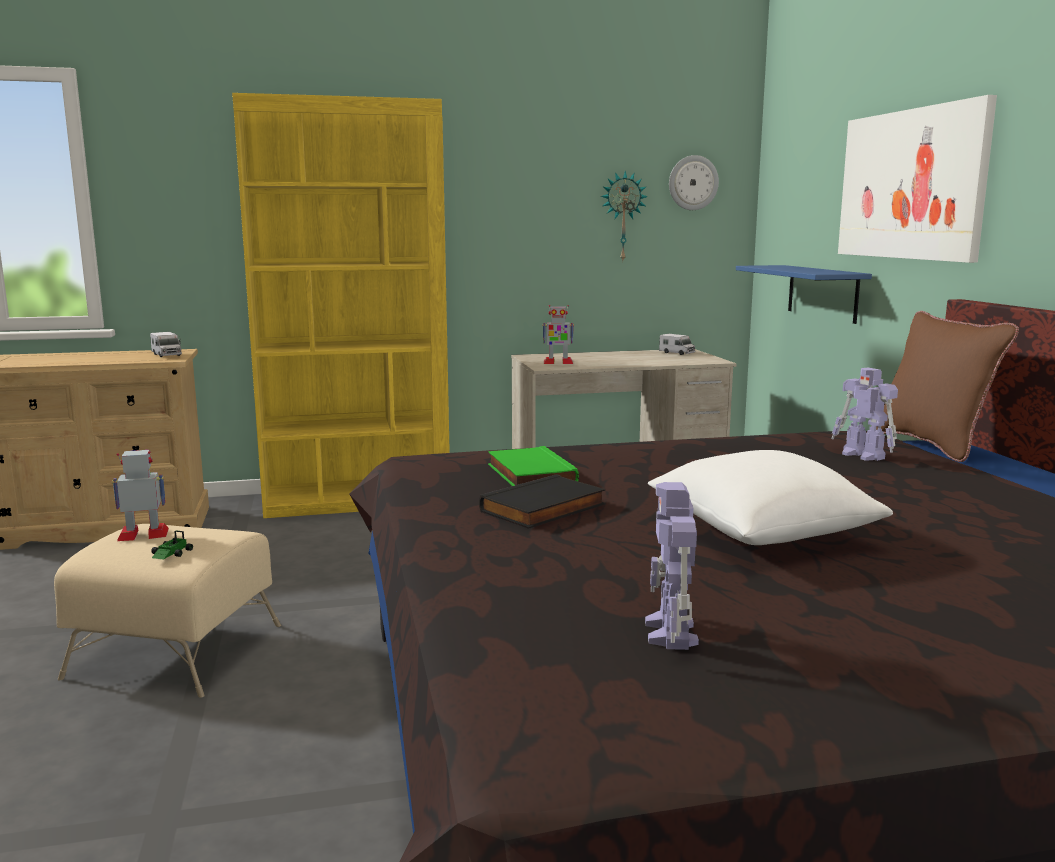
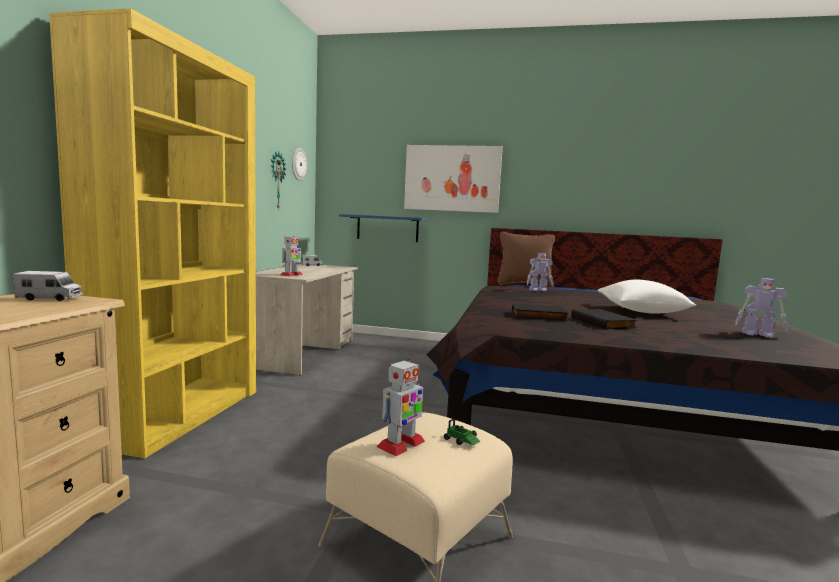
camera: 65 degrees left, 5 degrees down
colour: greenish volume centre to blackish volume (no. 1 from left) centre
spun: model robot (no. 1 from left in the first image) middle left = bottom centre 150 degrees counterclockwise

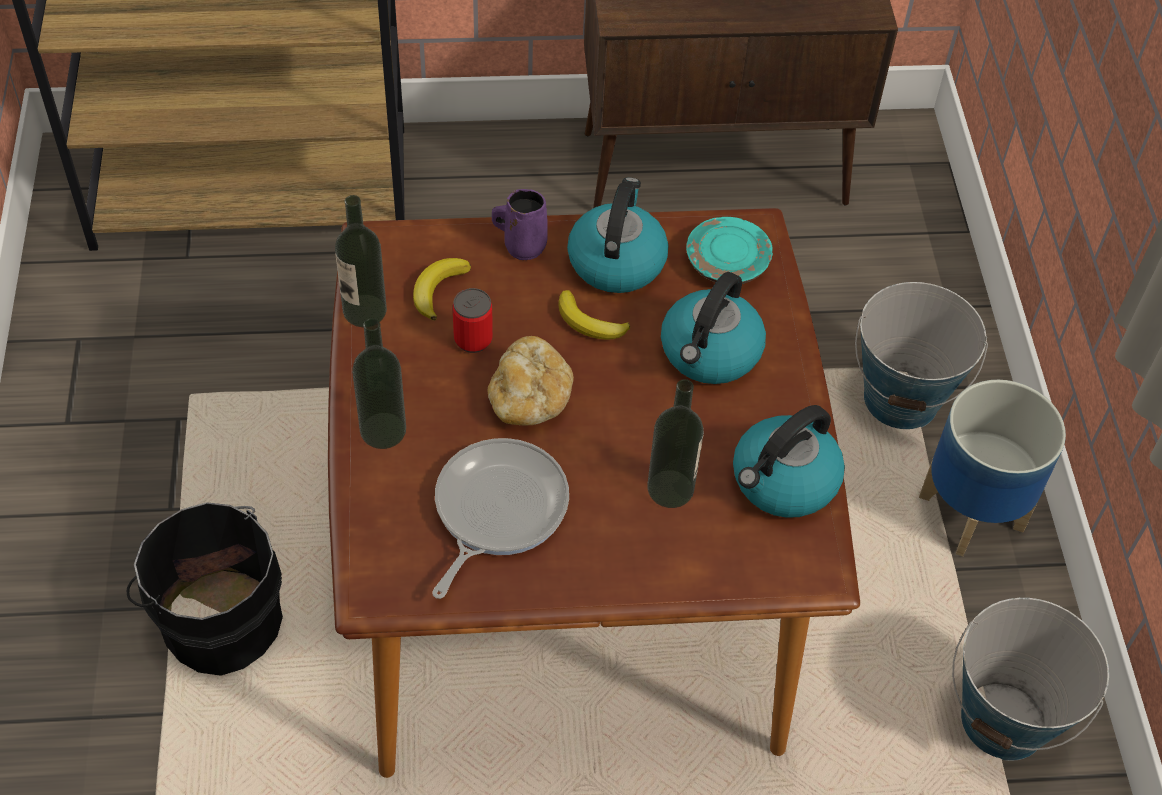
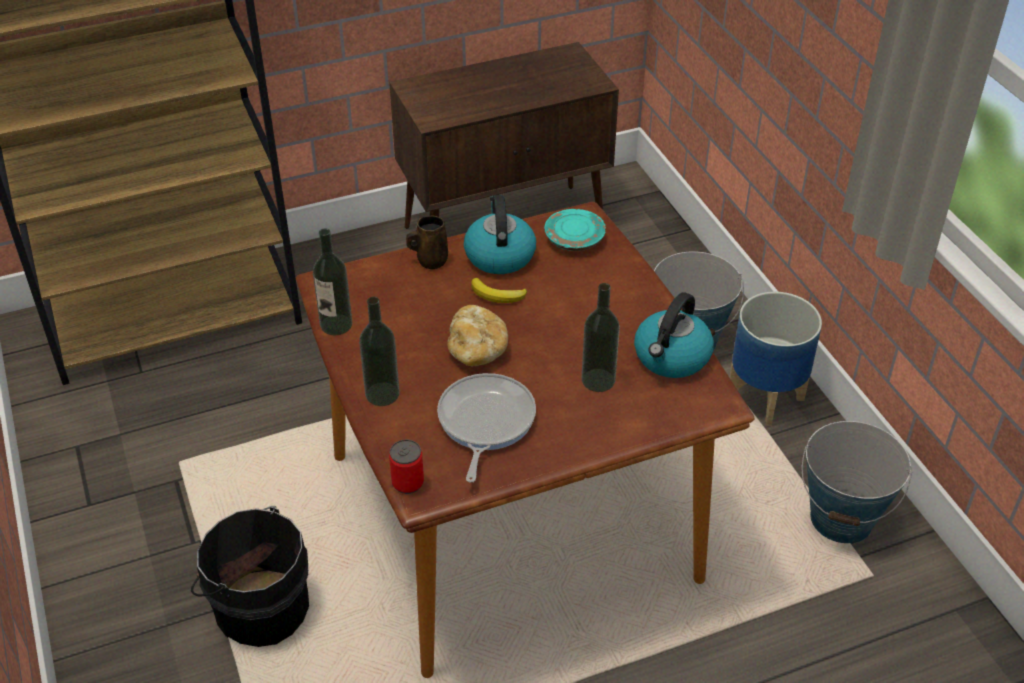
camera: 15 degrees left, 10 degrees down
missing: whole banana (no. 1 from left) centre; tea kettle (no. 2 from left) centre
relocated: sealed can centre to bottom centre
colour: purple-coloured coffee mug top centre to brownish coffee mug centre

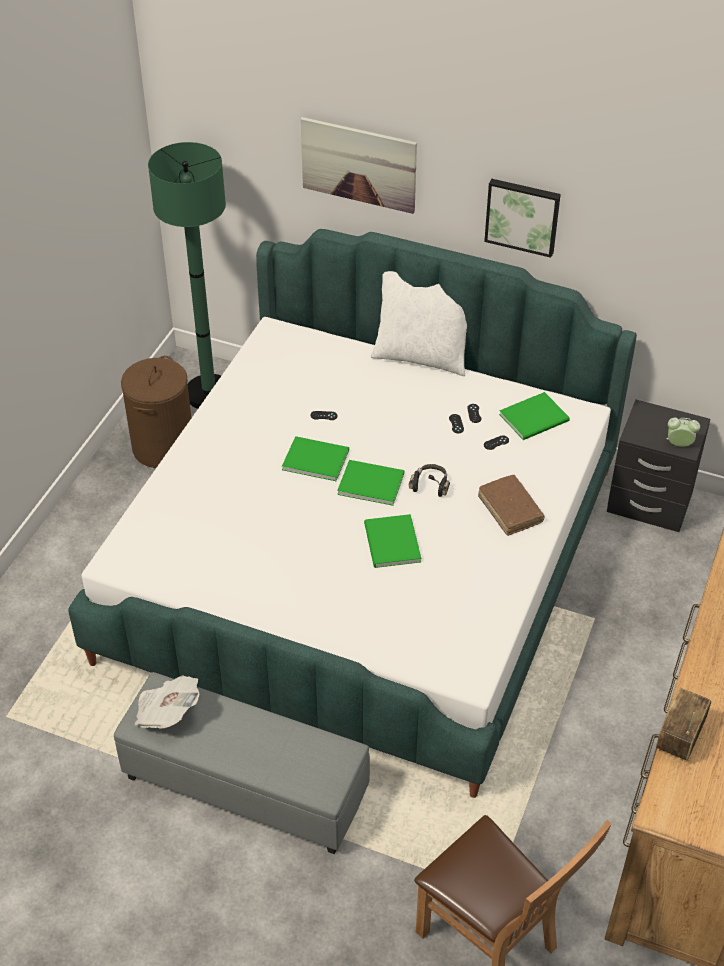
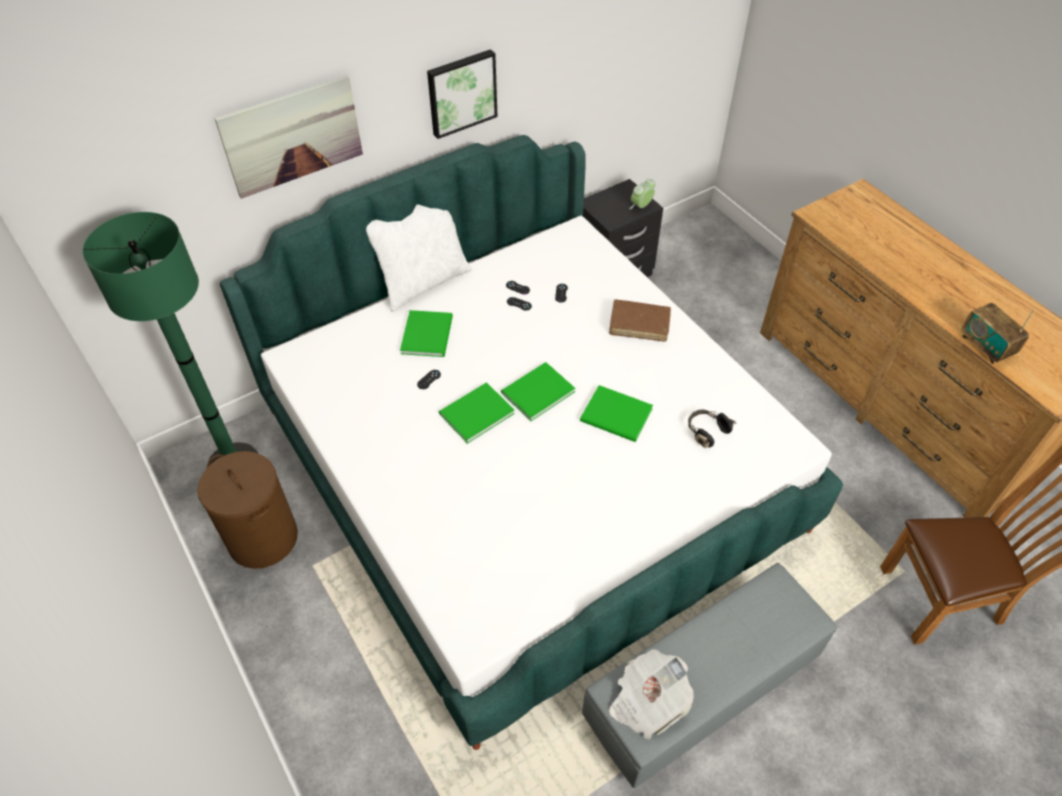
camera: 55 degrees left, 5 degrees up
relocated: greenish volume (no. 4 from left in the first image) middle right to greenish volume (no. 1 from left) centre; blackish headphones centre to middle right

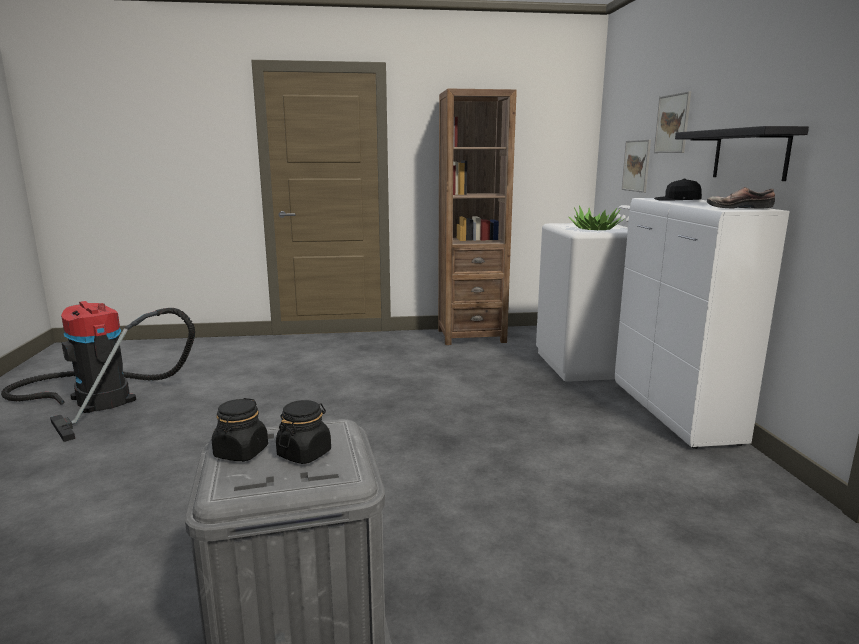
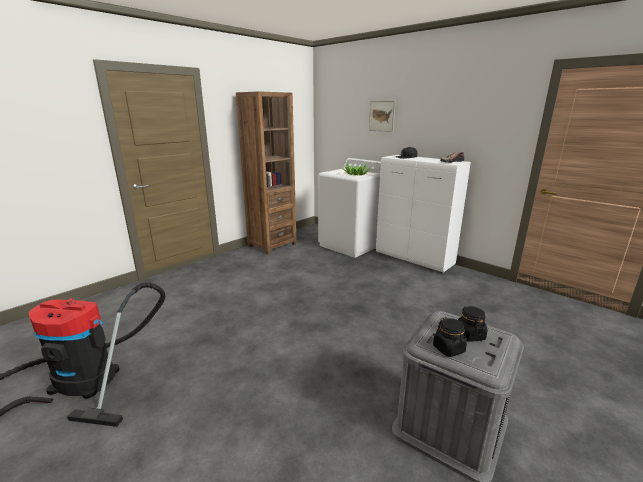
camera: 40 degrees left, 5 degrees up
missing: wall picture (no. 1 from left) top right; blackish shelf top right

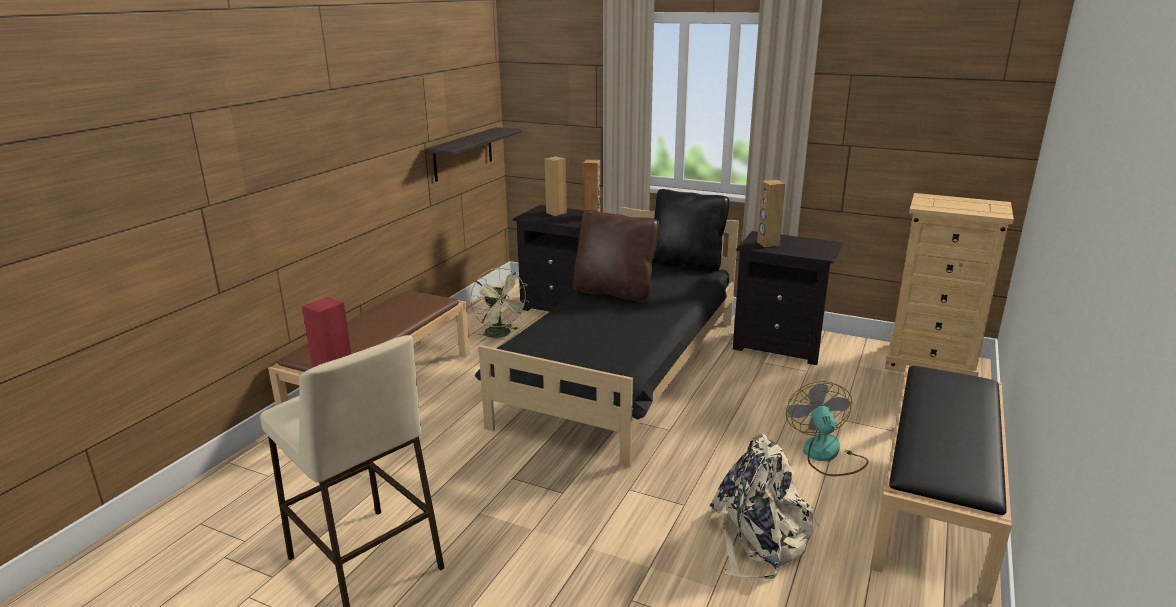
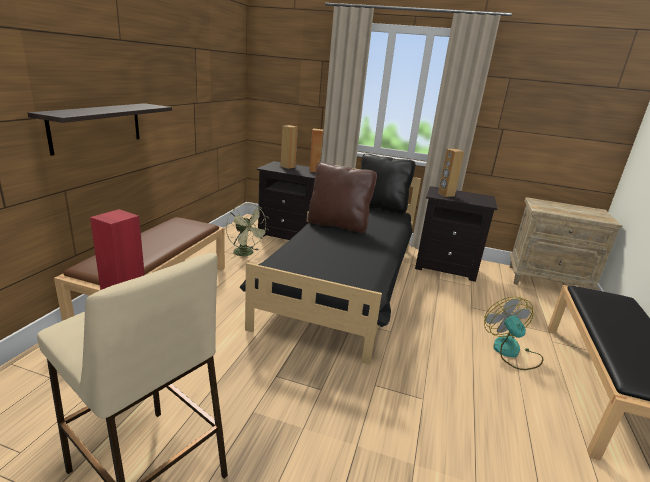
camera: 10 degrees left, 0 degrees up
missing: beige rucksack bottom centre
relocated: shelf top centre to top left
exchanged: beige dresser middle right to beige night table middle right

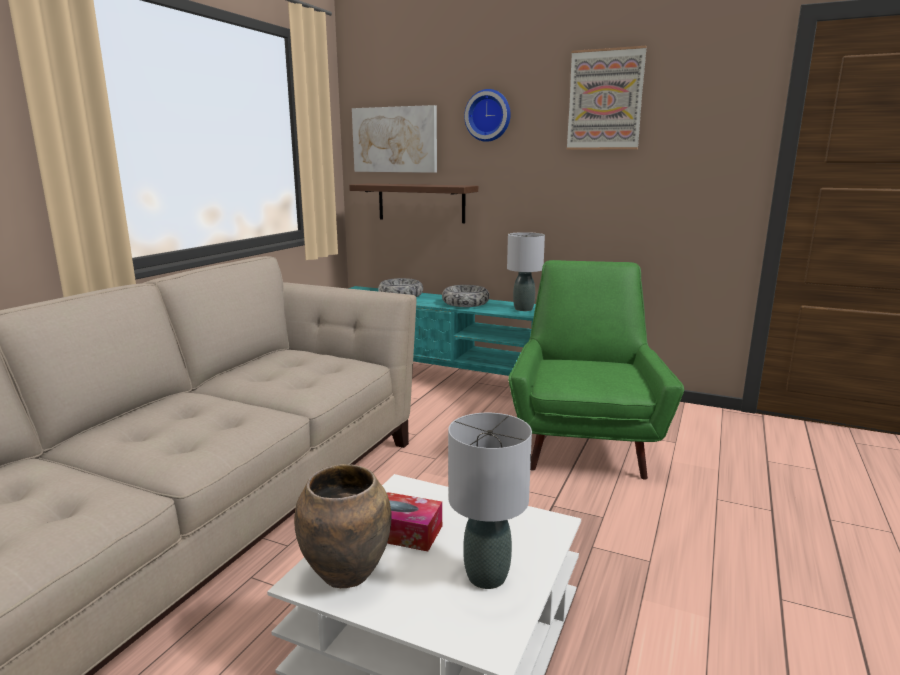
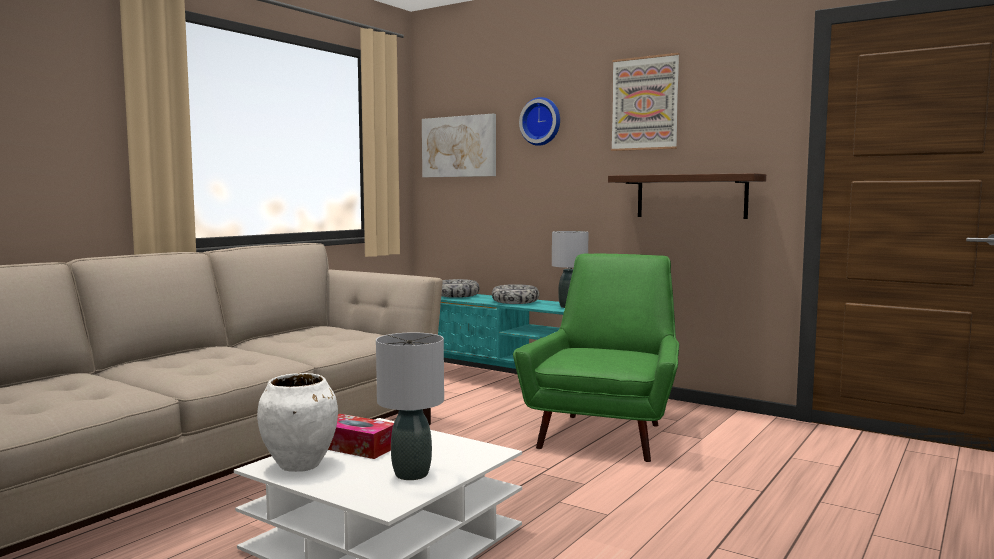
camera: 10 degrees right, 10 degrees down
relocated: shelf top centre to middle right
colour: brownish vase bottom centre to whitish vase bottom left

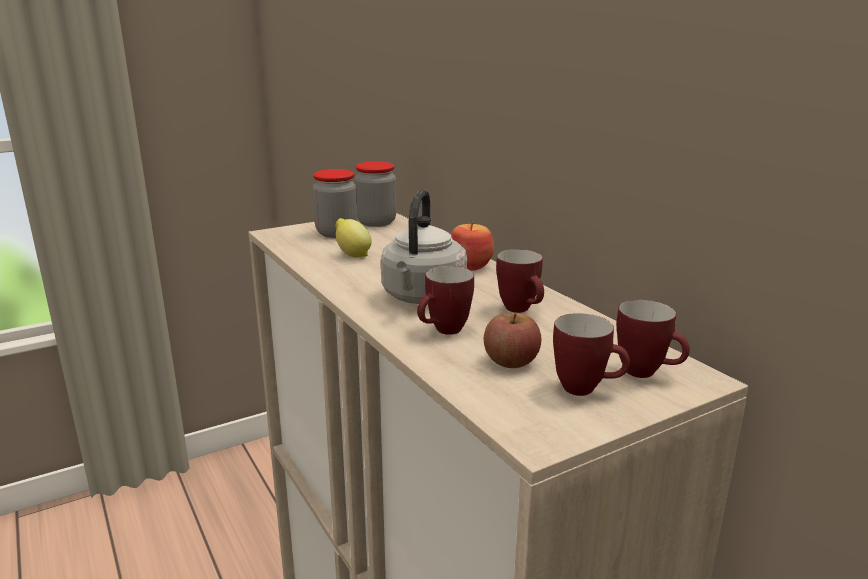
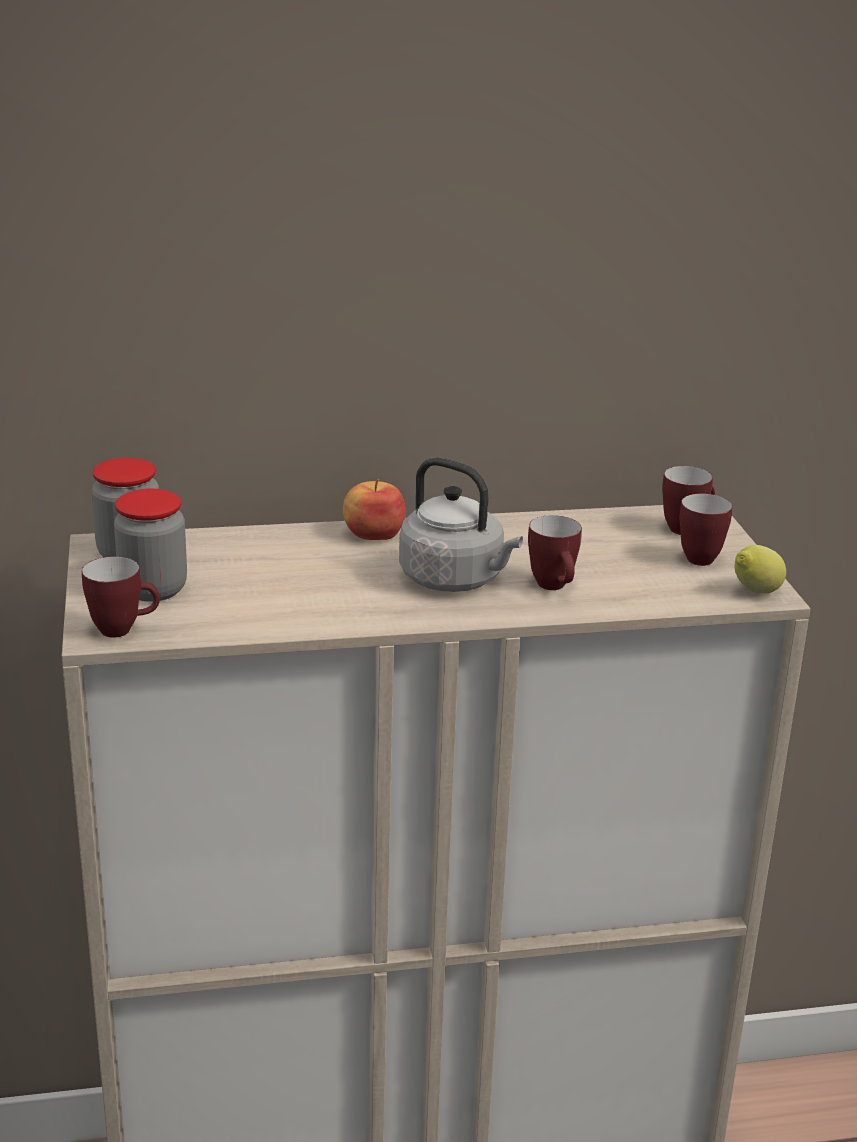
camera: 70 degrees left, 5 degrees up
missing: apple (no. 2 from left) centre
relocated: coffee mug (no. 2 from left in the first image) centre to coffee mug (no. 1 from left) middle left; whole lemon centre to middle right

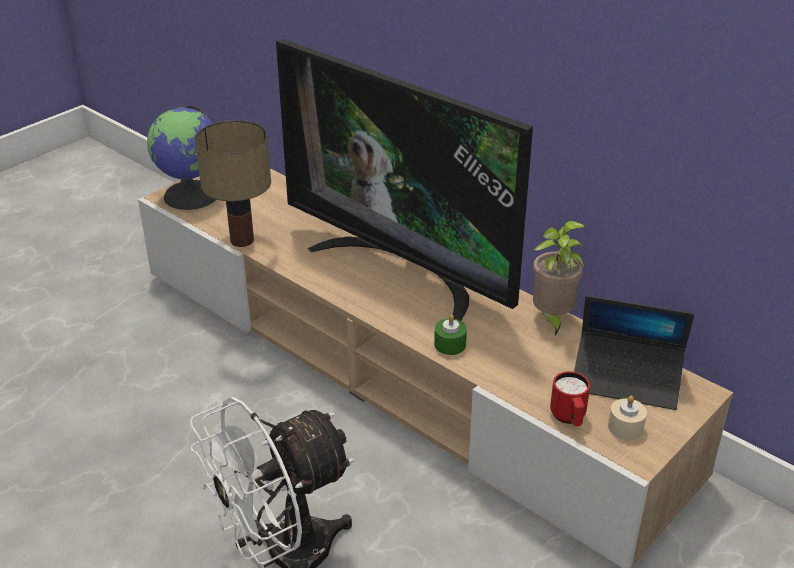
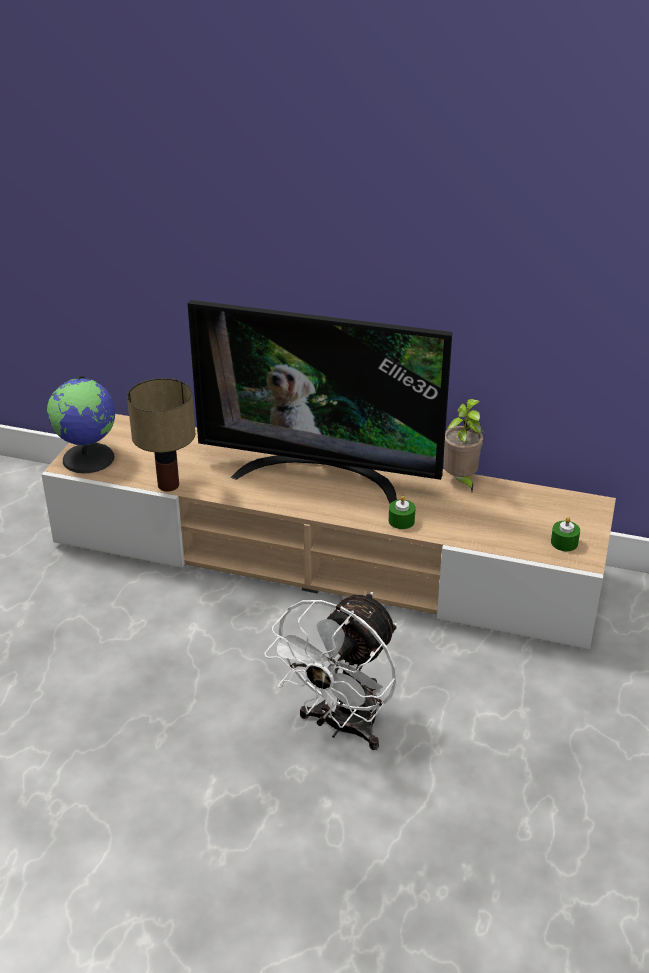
camera: 25 degrees left, 0 degrees up
missing: red-coloured coffee mug bottom right; notebook computer middle right
colour: beige wax light bottom right to greenish wax light (no. 2 from left) middle right

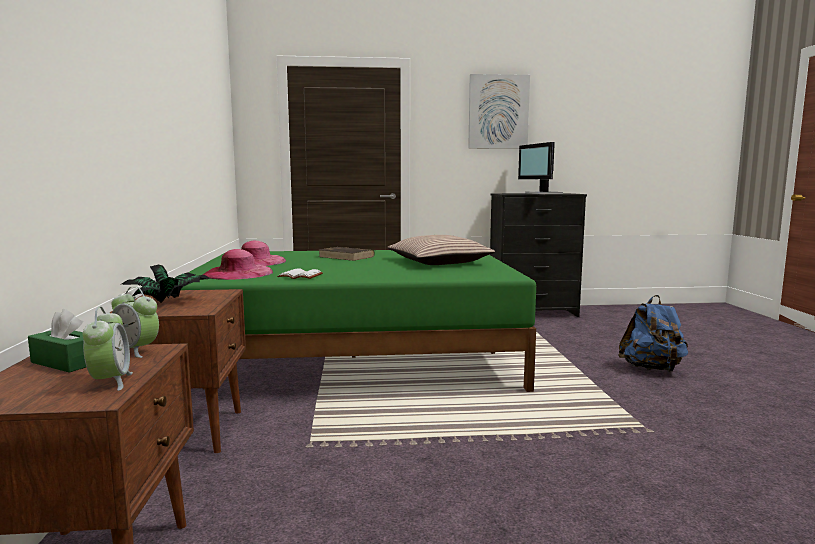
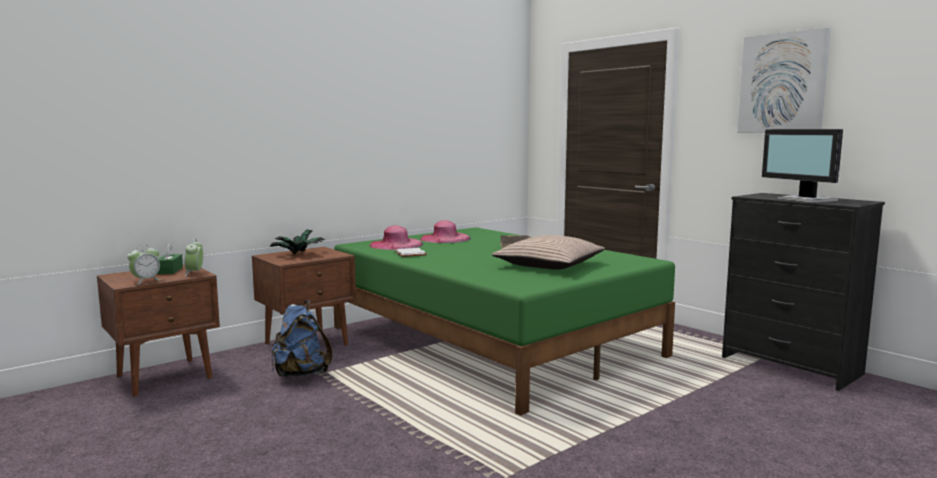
camera: 55 degrees right, 0 degrees up
relocated: blue rucksack middle right to bottom left
spun: computer display top centre = middle right 60 degrees counterclockwise

